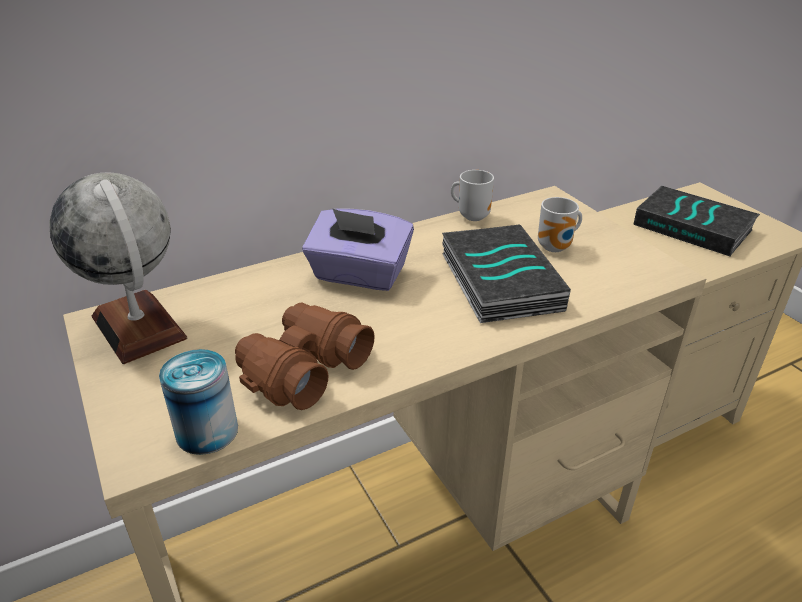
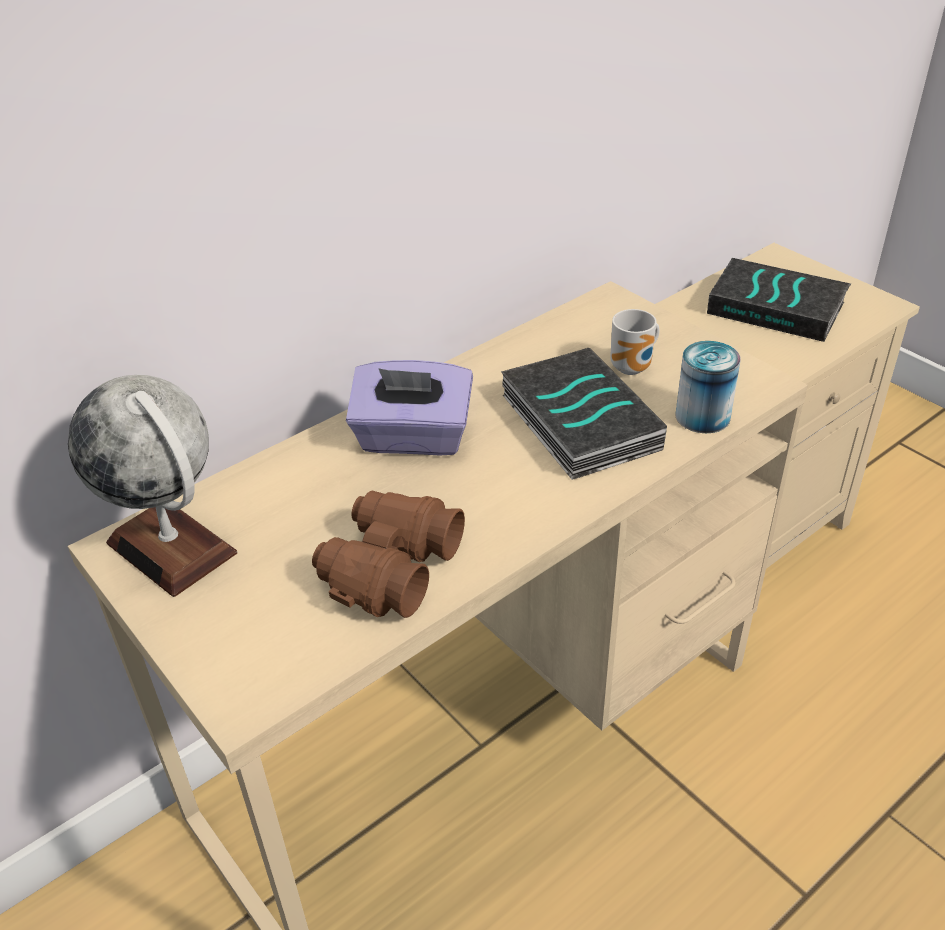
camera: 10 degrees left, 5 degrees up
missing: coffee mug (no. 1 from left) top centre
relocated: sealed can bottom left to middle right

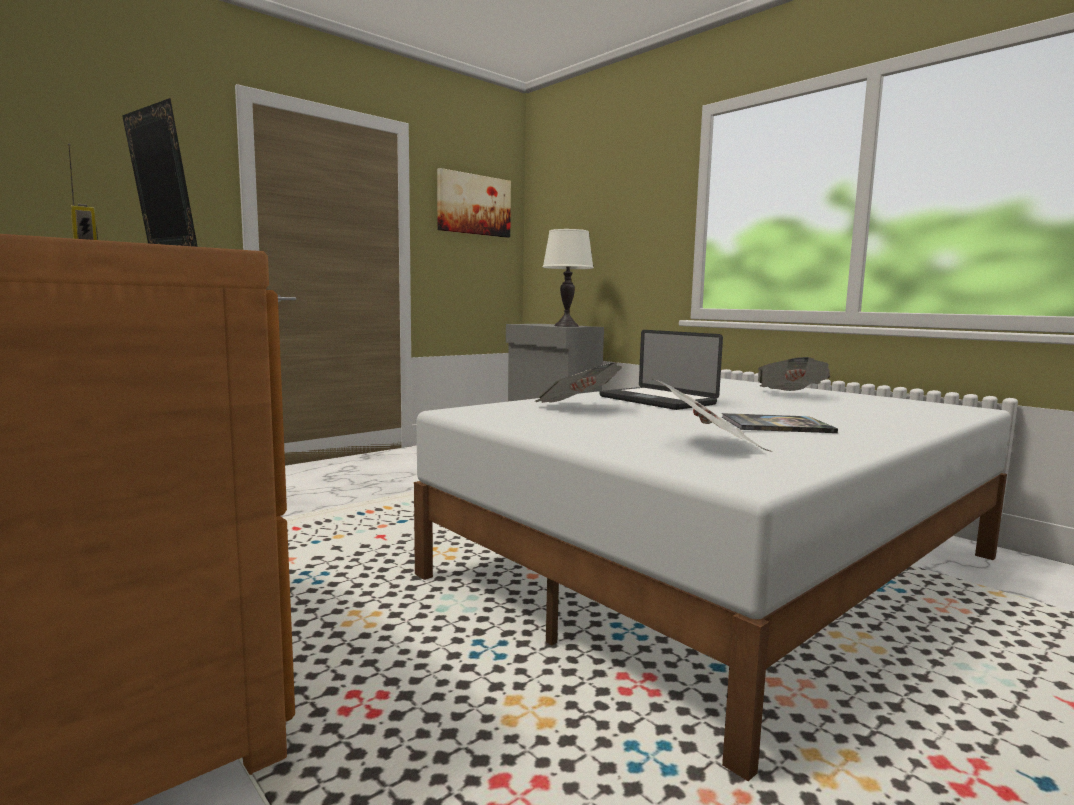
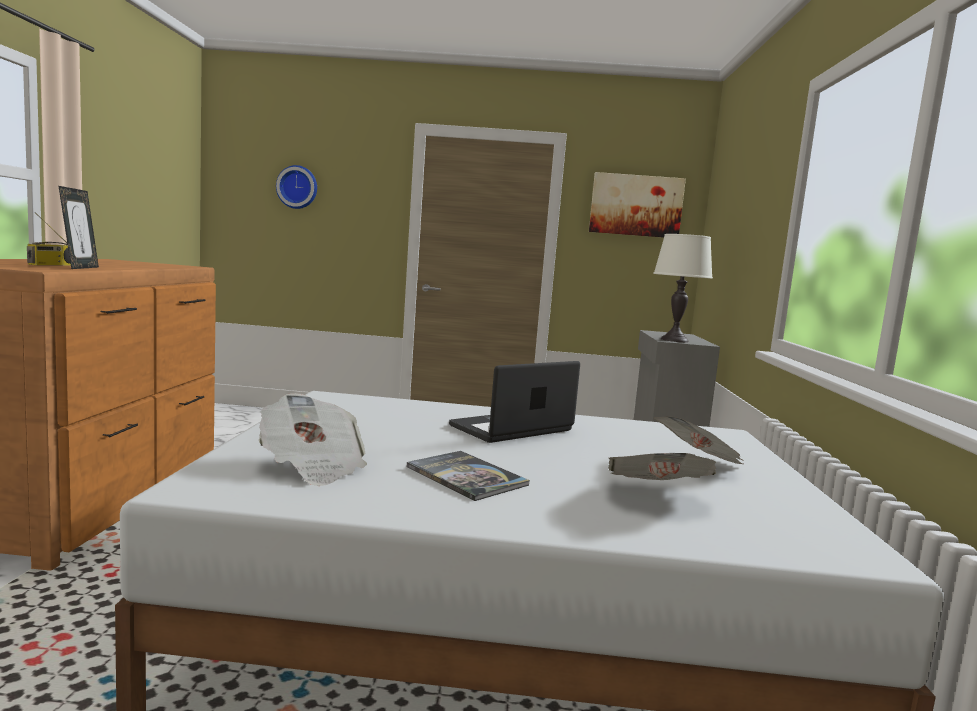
camera: 45 degrees right, 0 degrees up
appeared: wall clock top left
relocated: printed paper (no. 1 from left in the first image) centre to printed paper (no. 2 from left) middle right
spun: notebook computer centre = centre 45 degrees clockwise

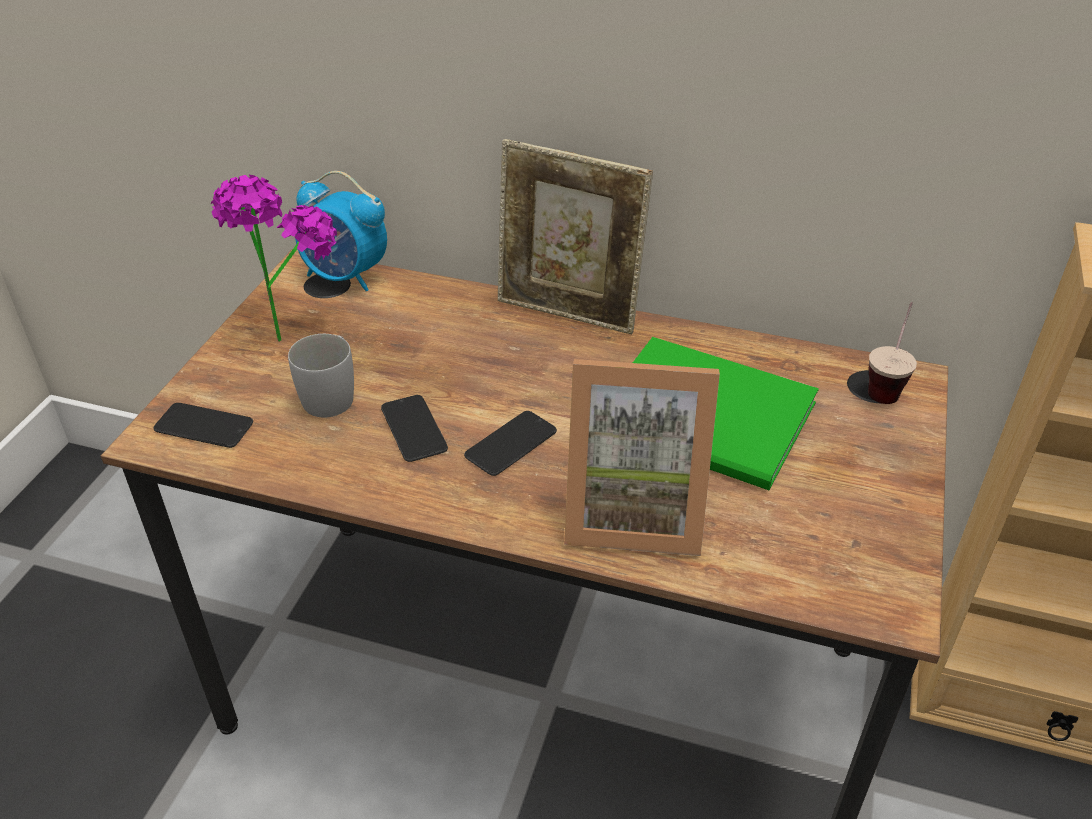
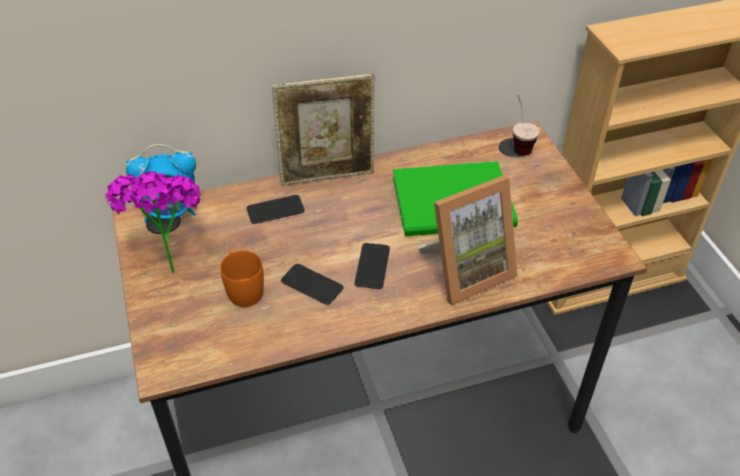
camera: 35 degrees left, 5 degrees up
relocated: phone (no. 1 from left) middle left to centre
colour: whitish coffee mug middle left to orangey coffee mug middle left

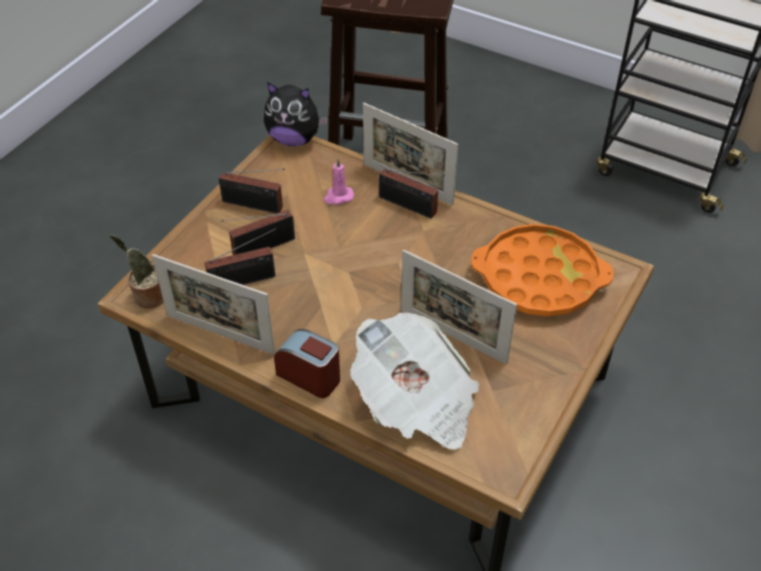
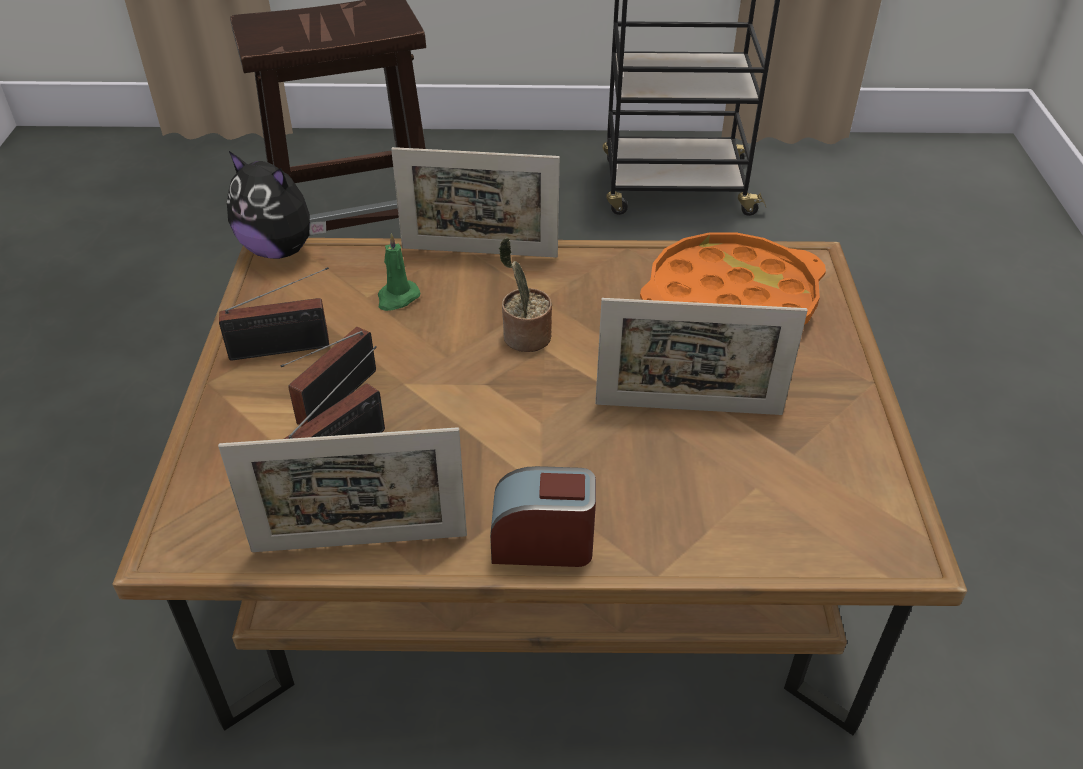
camera: 30 degrees left, 5 degrees down
missing: printed paper bottom centre; radio (no. 4 from left) centre
relocated: houseplant middle left to centre
colour: pink wax light top centre to greenish wax light centre
spun: plush toy top centre = top left 45 degrees clockwise

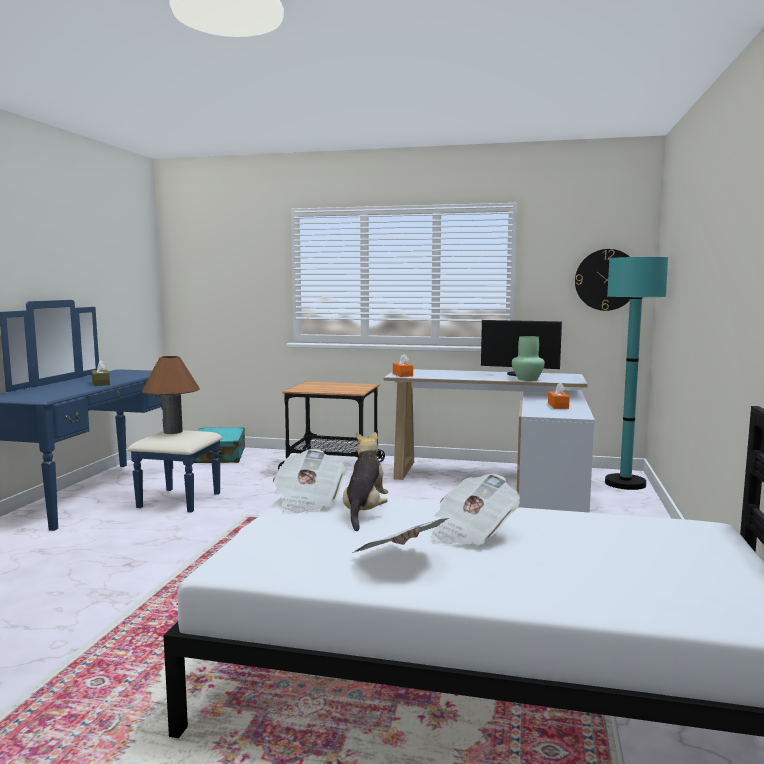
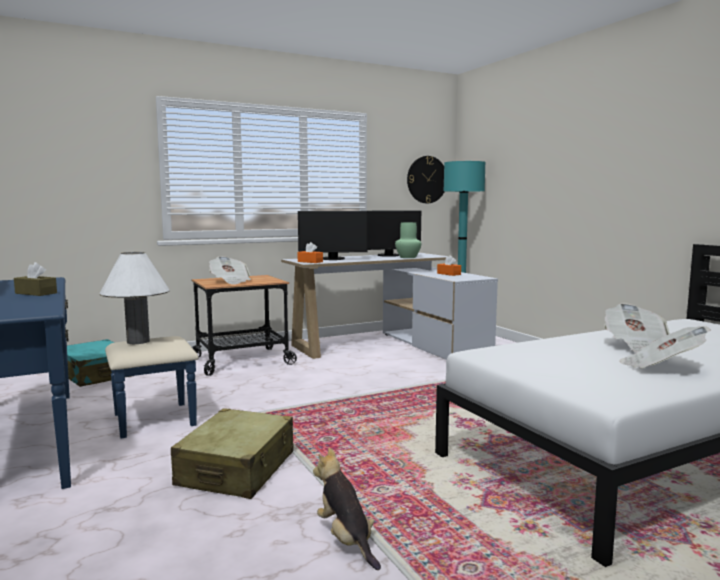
camera: 40 degrees left, 0 degrees up
appeared: beige piece of luggage bottom left; computer display (no. 1 from left) centre
relocated: printed paper (no. 1 from left) centre to middle left; plush toy centre to bottom centre
colour: brownish tabletop lamp middle left to whitish tabletop lamp middle left

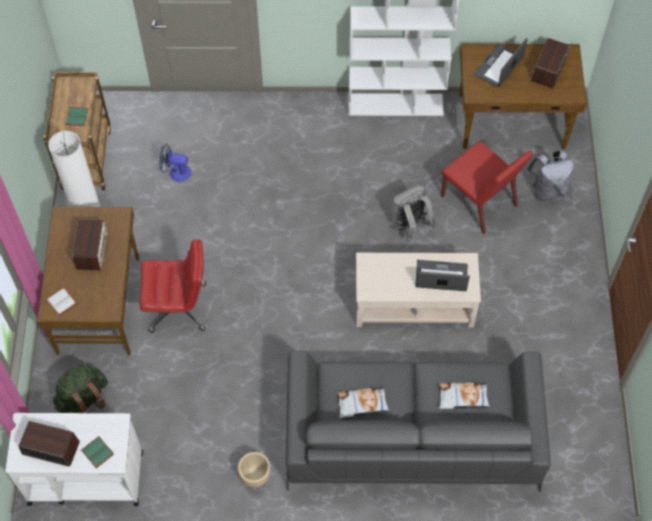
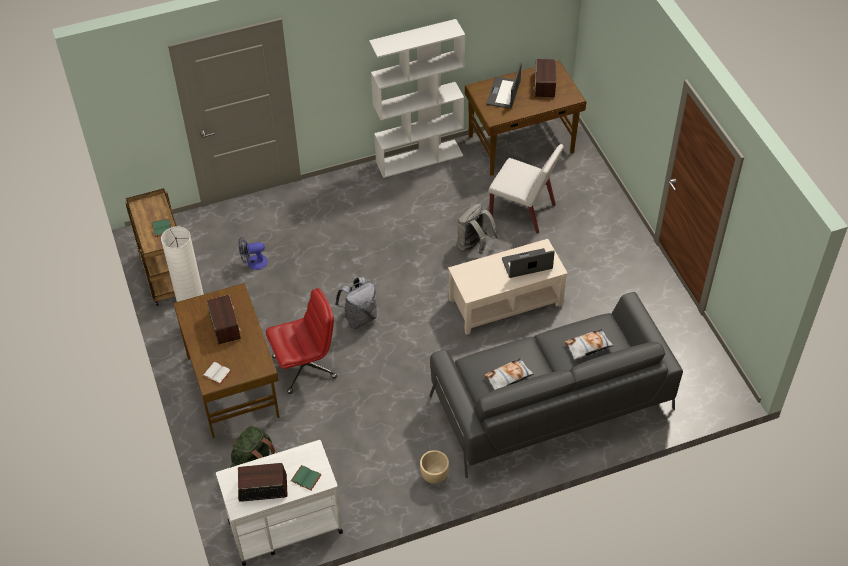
camera: 20 degrees left, 10 degrees down
relocated: greyish rucksack (no. 2 from left in the first image) middle right to greyish rucksack (no. 1 from left) centre
colour: red-coloured chair middle right to whitish chair centre

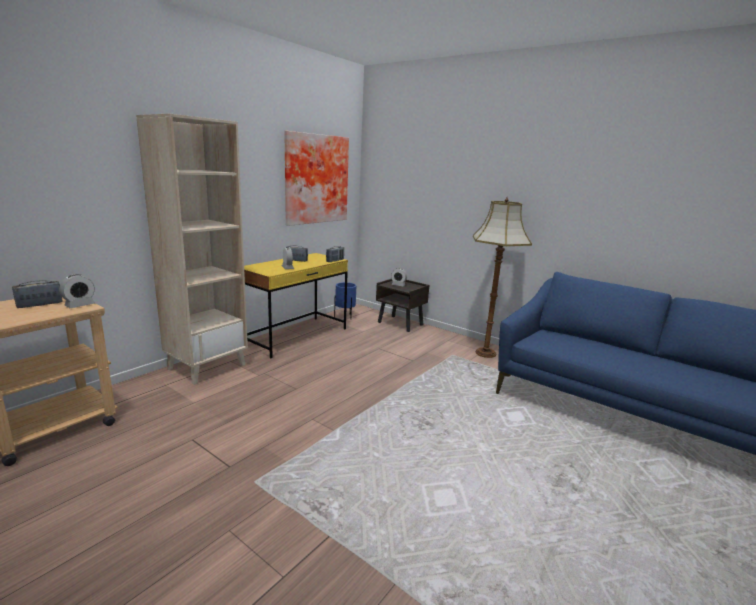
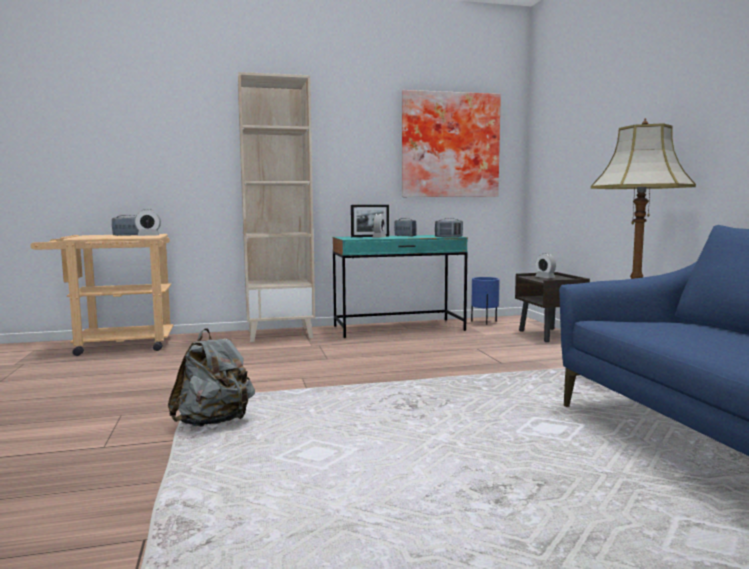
camera: 40 degrees right, 10 degrees down
appeared: greyish rucksack middle left; picture frame centre
colour: yellow desk table centre to turquoise desk table centre

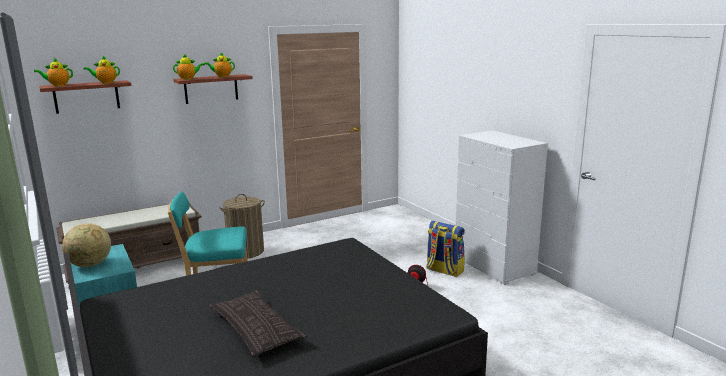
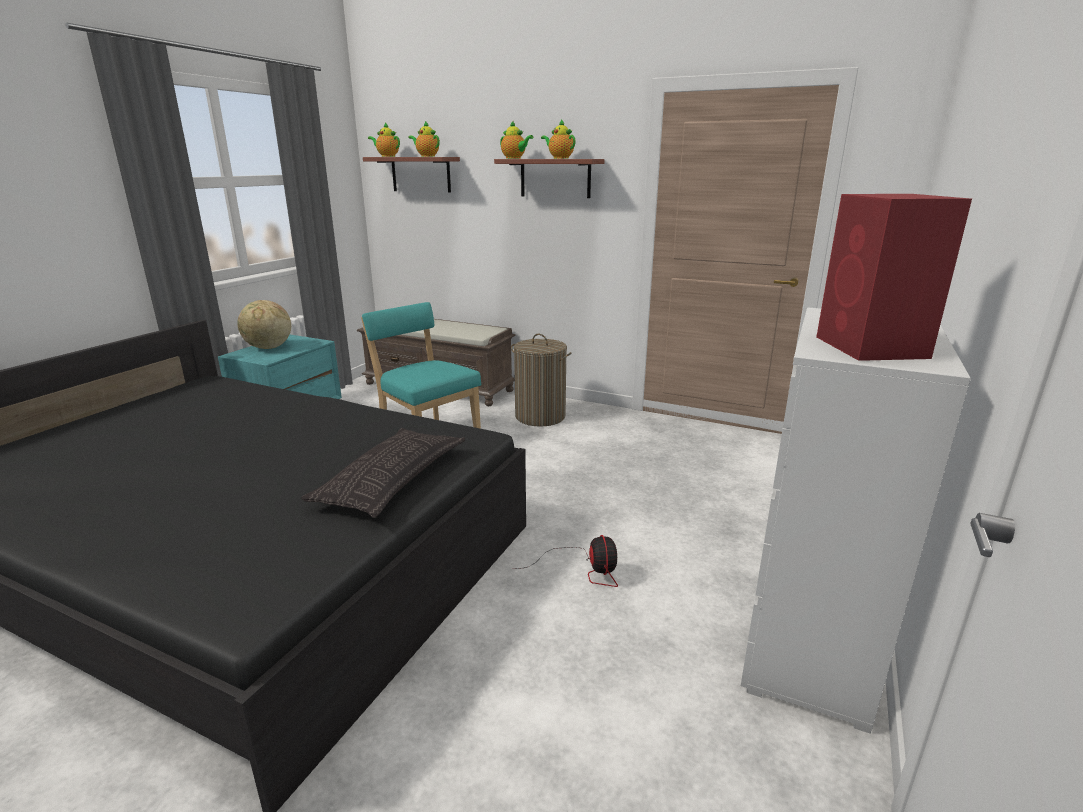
camera: 55 degrees right, 5 degrees up
missing: rucksack centre
appeared: red-coloured audio speaker middle right
relocated: cushion bottom centre to centre

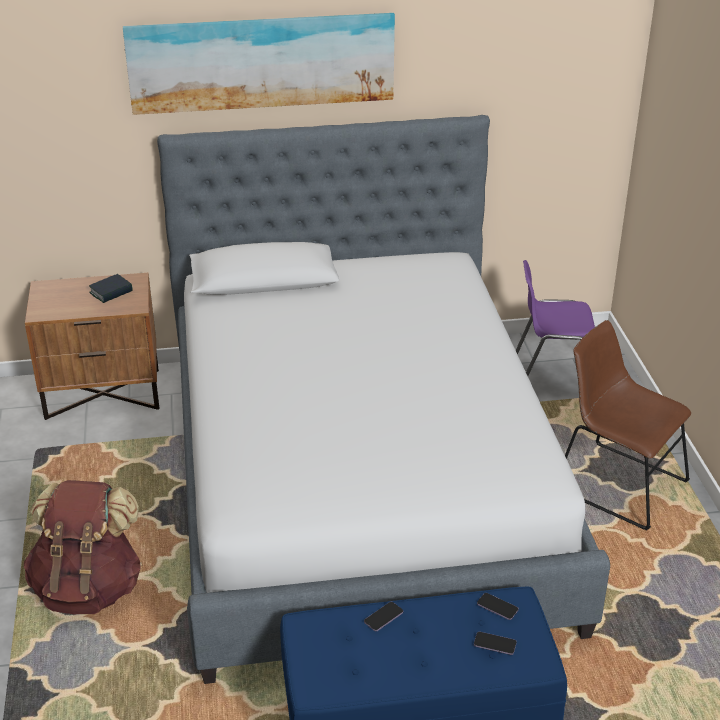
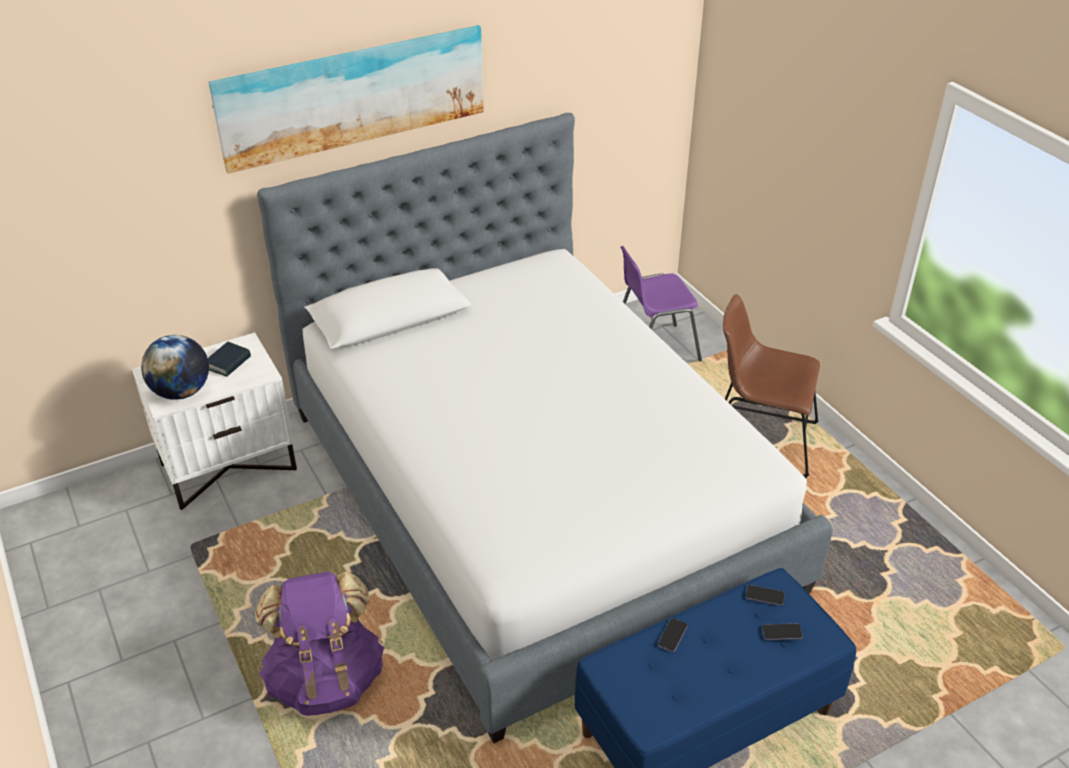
camera: 20 degrees left, 5 degrees up
appeared: desk globe middle left
colour: brownish night table middle left to whitish night table middle left; brownish rucksack bottom left to purple-coloured rucksack bottom left

